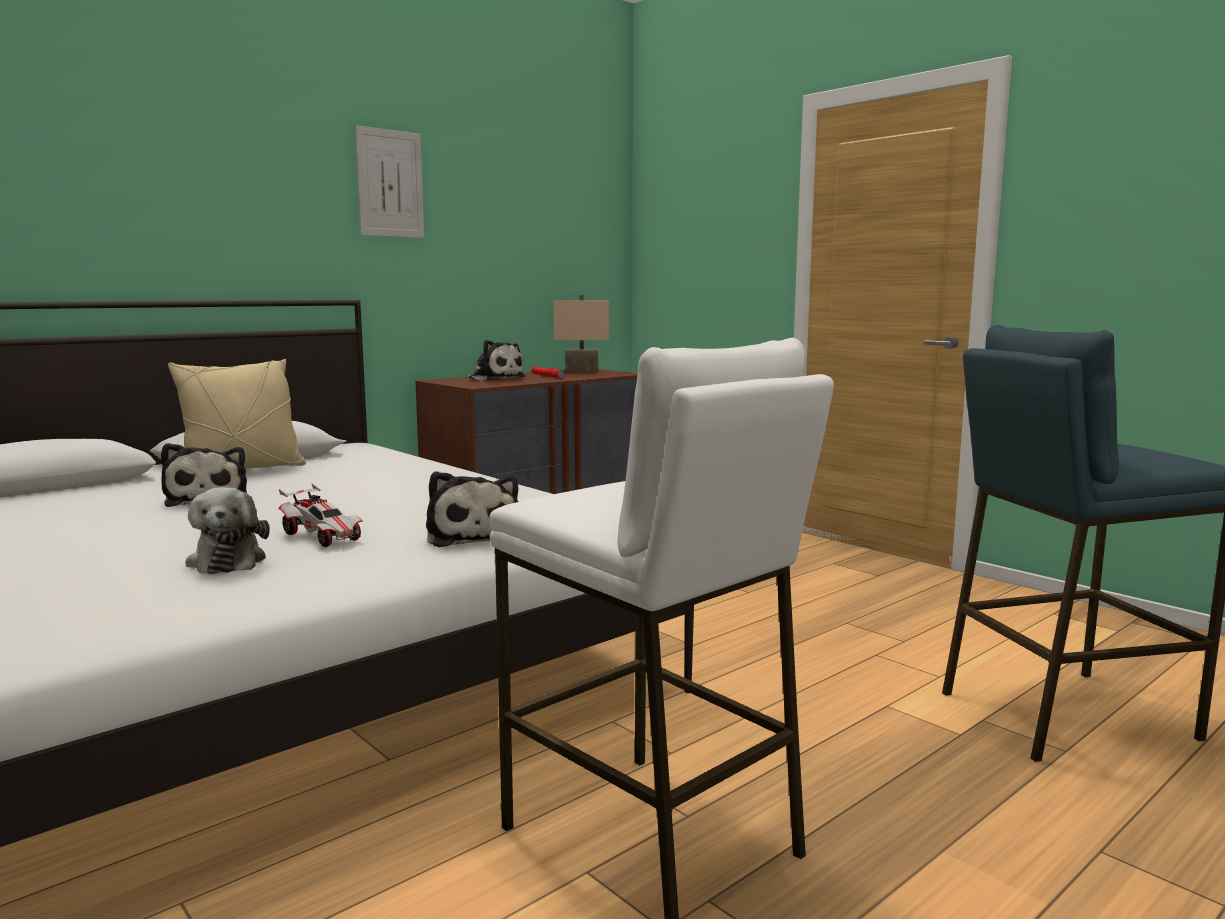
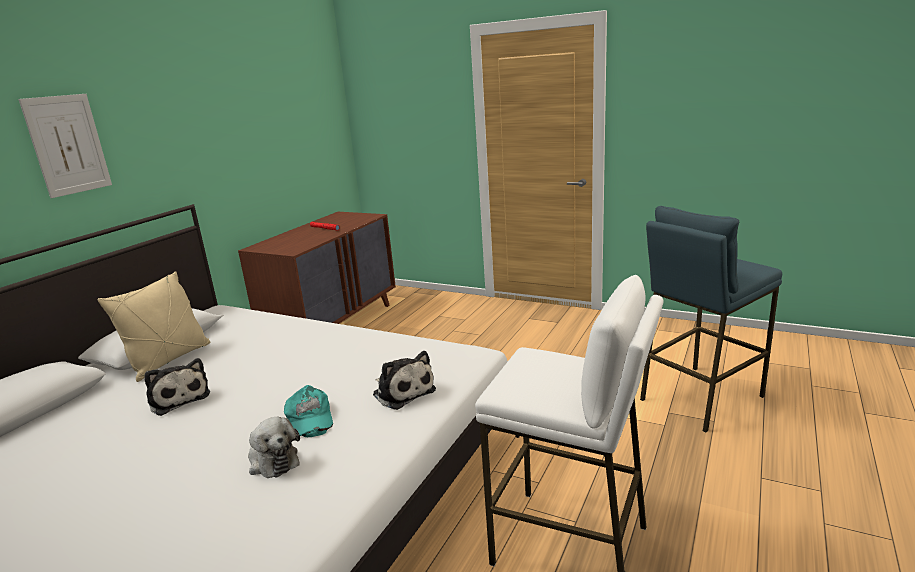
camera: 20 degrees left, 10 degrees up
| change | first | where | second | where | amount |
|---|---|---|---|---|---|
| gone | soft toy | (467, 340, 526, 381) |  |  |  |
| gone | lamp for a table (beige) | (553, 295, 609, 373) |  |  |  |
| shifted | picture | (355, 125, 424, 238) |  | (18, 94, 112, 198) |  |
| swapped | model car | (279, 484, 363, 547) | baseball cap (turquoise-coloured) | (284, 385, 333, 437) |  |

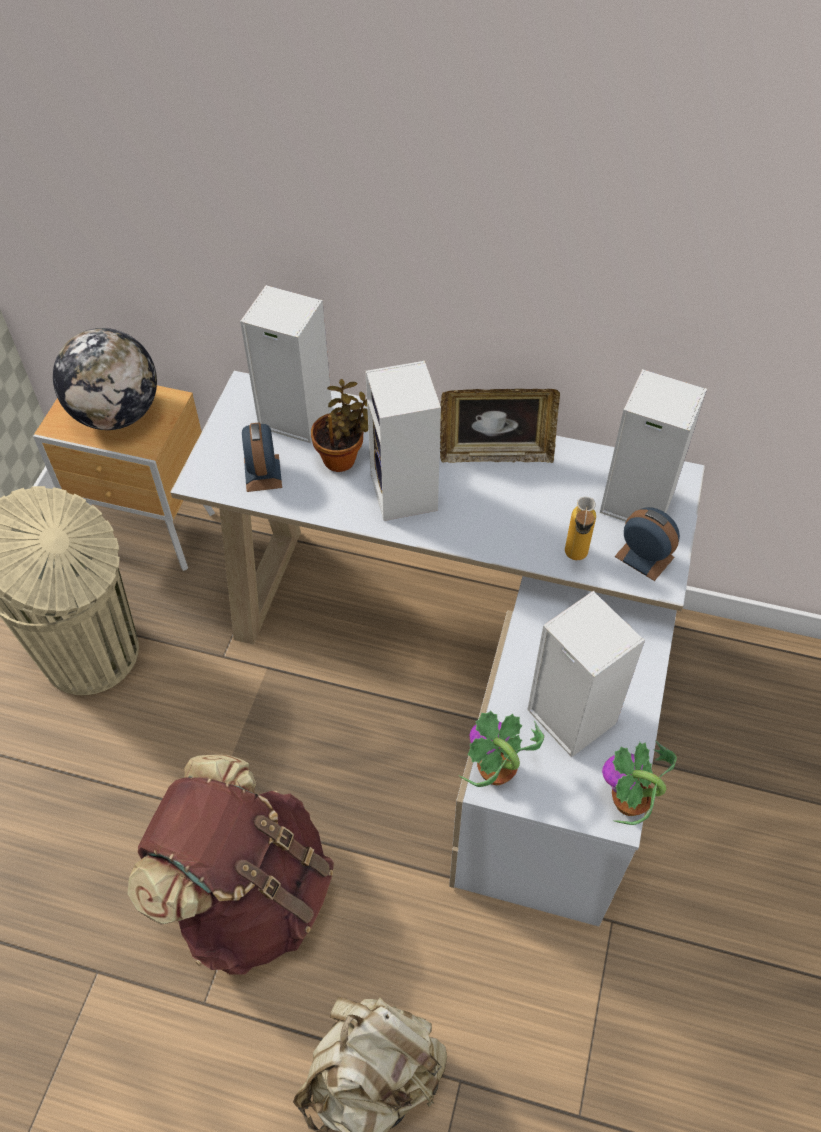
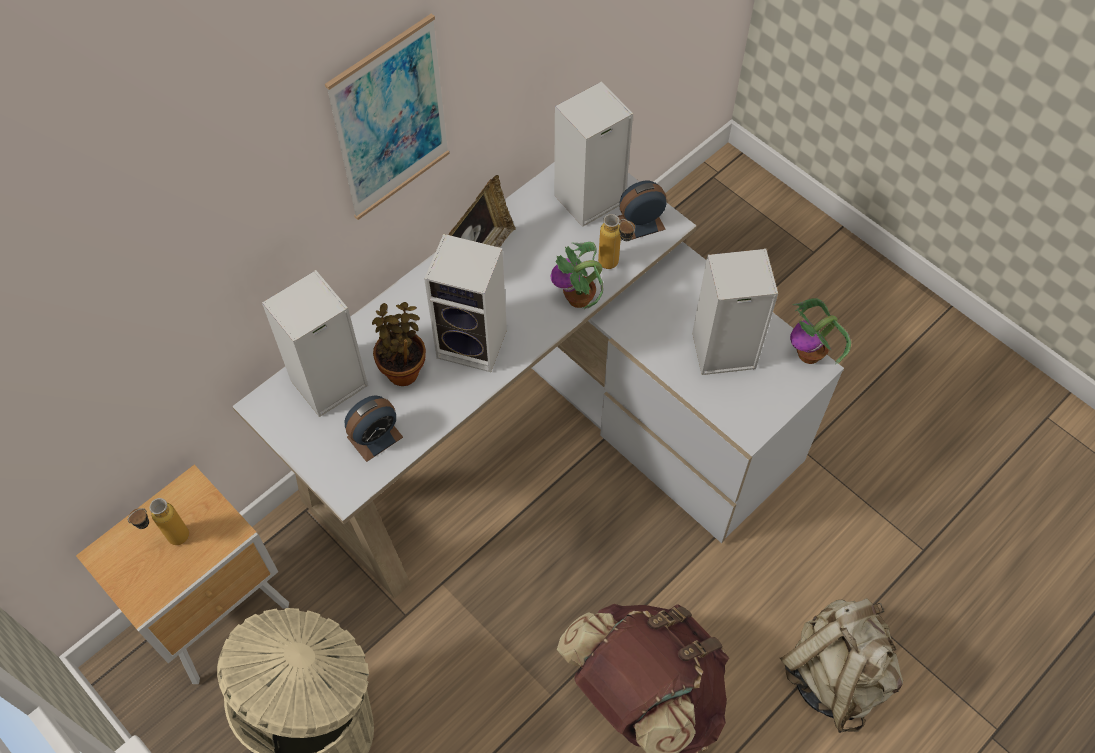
camera: 60 degrees left, 5 degrees up
| change | first | where | second | where | amount |
|---|---|---|---|---|---|
| new |  |  | picture | (325, 14, 449, 220) |  |
| shifted | potted plant | (459, 710, 544, 787) |  | (550, 242, 603, 309) |  |
| swapped | world globe | (53, 328, 157, 430) | bottle | (128, 498, 189, 545) |  |
| rotated | bedside clock | (242, 422, 282, 492) |  | (345, 395, 403, 462) | 60 degrees counterclockwise |

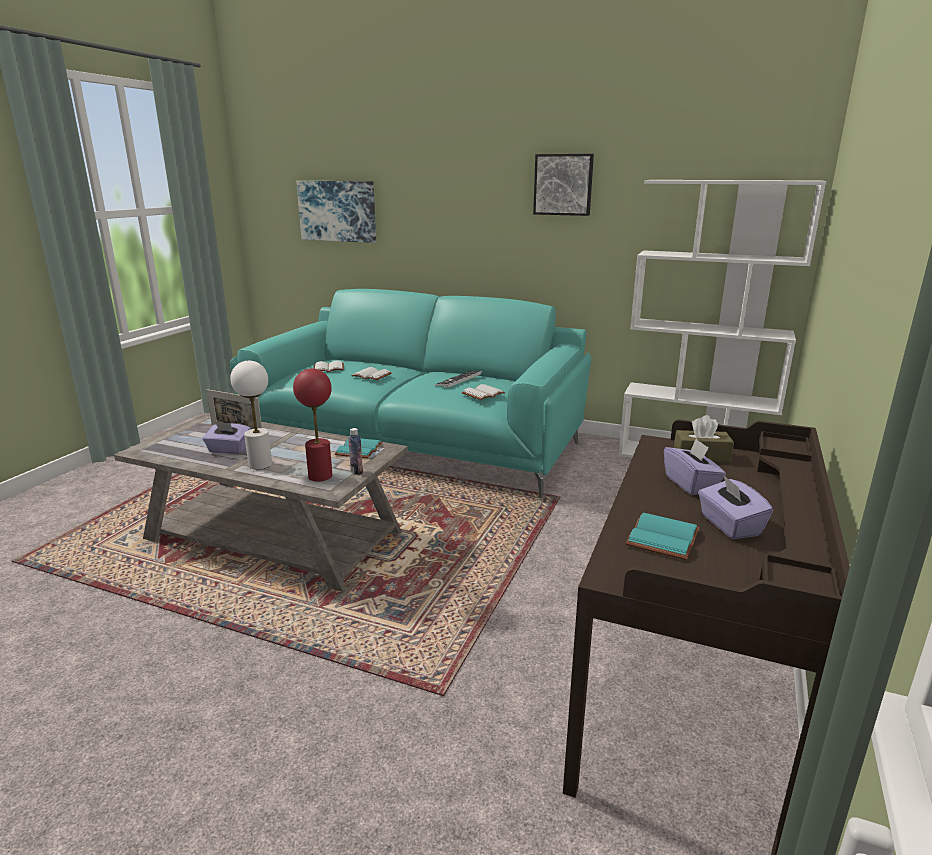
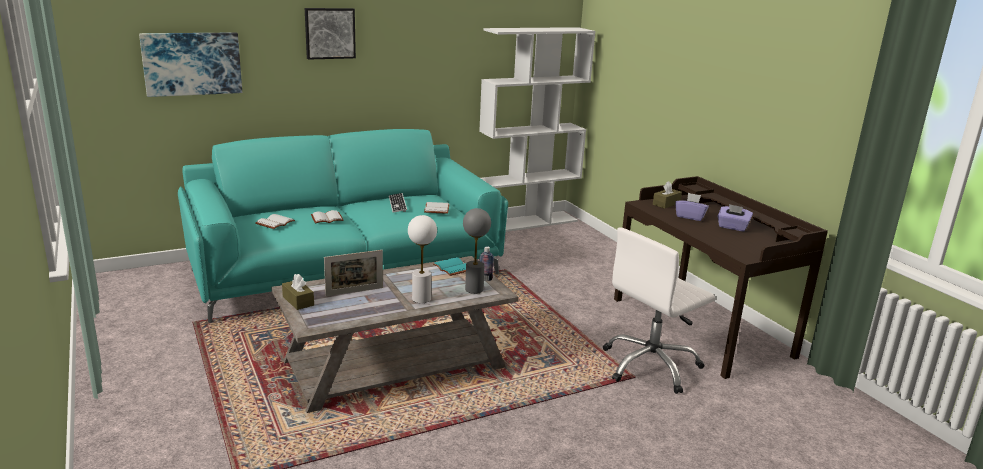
camera: 50 degrees left, 0 degrees up
| change | first | where | second | where | amount |
|---|---|---|---|---|---|
| gone | tissue box (purple) | (203, 422, 251, 454) |  |  |  |
| gone | bound book (turquoise-coloured) | (625, 512, 700, 560) |  |  |  |
| new |  |  | tissue box (brownish) | (282, 274, 314, 310) |  |
| new |  |  | office chair (white-coloured) | (603, 227, 715, 394) |  |
| shifted | picture | (533, 154, 594, 216) |  | (305, 8, 356, 60) |  |
| repainted | lamp for a table (red) | (293, 369, 332, 481) | lamp for a table (greyish) | (463, 208, 491, 294) |  |

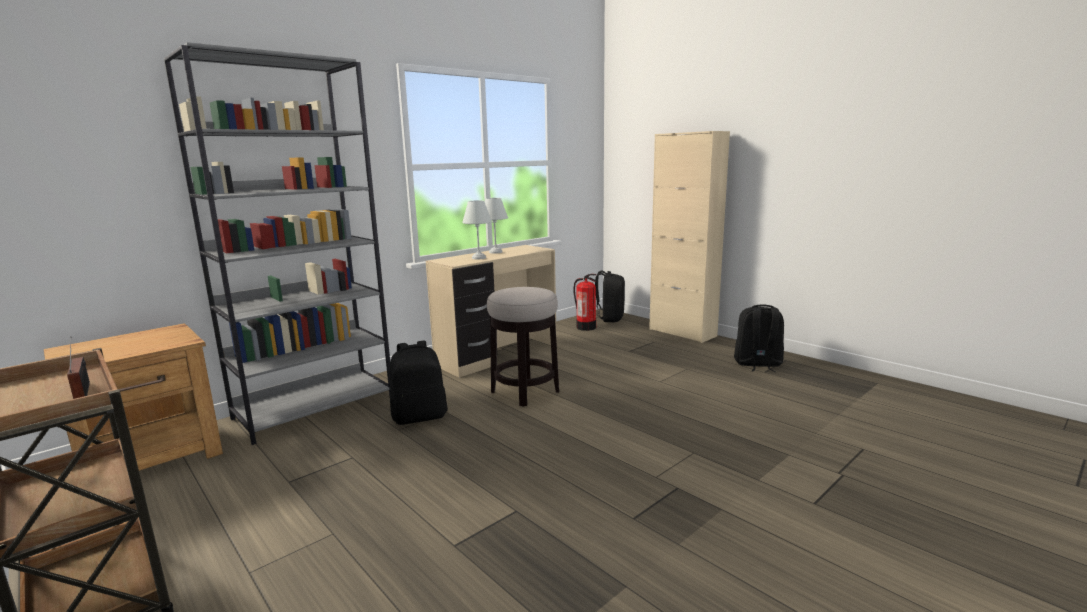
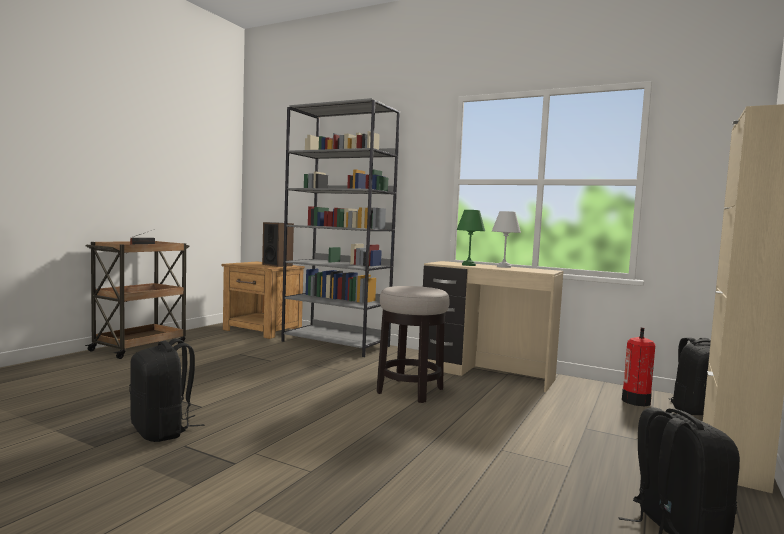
camera: 70 degrees right, 10 degrees down
| change | first | where | second | where | amount |
|---|---|---|---|---|---|
| new |  |  | speaker | (262, 222, 294, 267) |  |
| shifted | knapsack (blackish) | (390, 341, 448, 425) |  | (129, 338, 204, 442) |  |
| repainted | lamp for a table (white-coloured) | (462, 200, 492, 259) | lamp for a table (green) | (457, 210, 485, 266) |  |

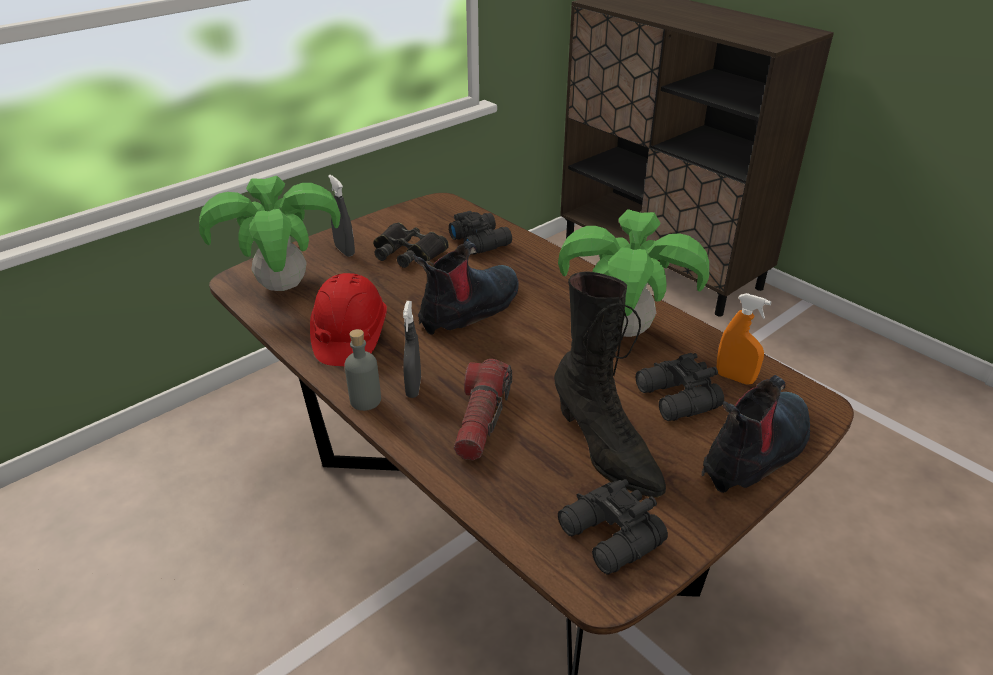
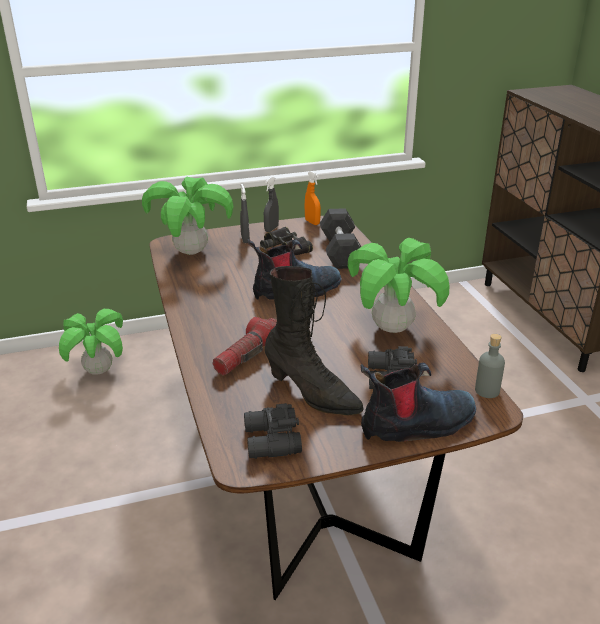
camera: 25 degrees right, 5 degrees down
| change | first | where | second | where | amount |
|---|---|---|---|---|---|
| gone | hard hat (red) | (310, 273, 387, 366) |  |  |  |
| new |  |  | potted plant | (59, 309, 123, 375) |  |
| shifted | bottle (greyish) | (344, 329, 381, 411) |  | (475, 334, 505, 398) |  |
| shifted | hand sprayer (greyish) | (403, 301, 421, 398) |  | (264, 177, 279, 232) |  |
| shifted | hand sprayer (orange-coloured) | (717, 293, 772, 384) |  | (305, 171, 321, 225) |  |
| swapped | binoculars (blackish) | (449, 211, 512, 255) | free weight (blackish) | (320, 208, 361, 269) |  |
| rotated | high-top boot (blackish) | (554, 272, 666, 498) |  | (265, 266, 364, 415) | 45 degrees counterclockwise |

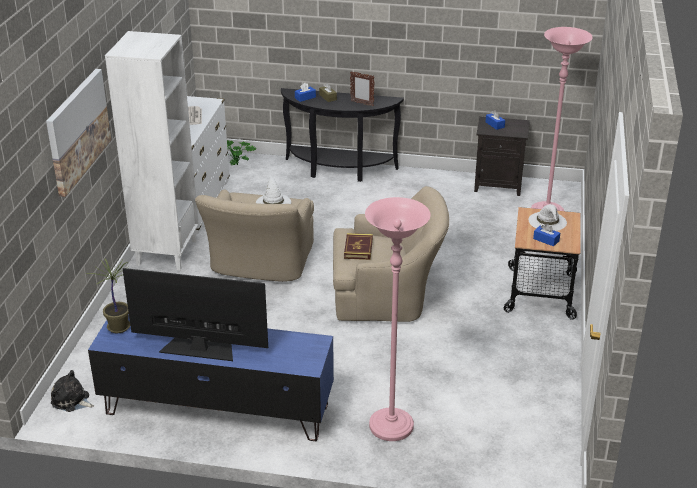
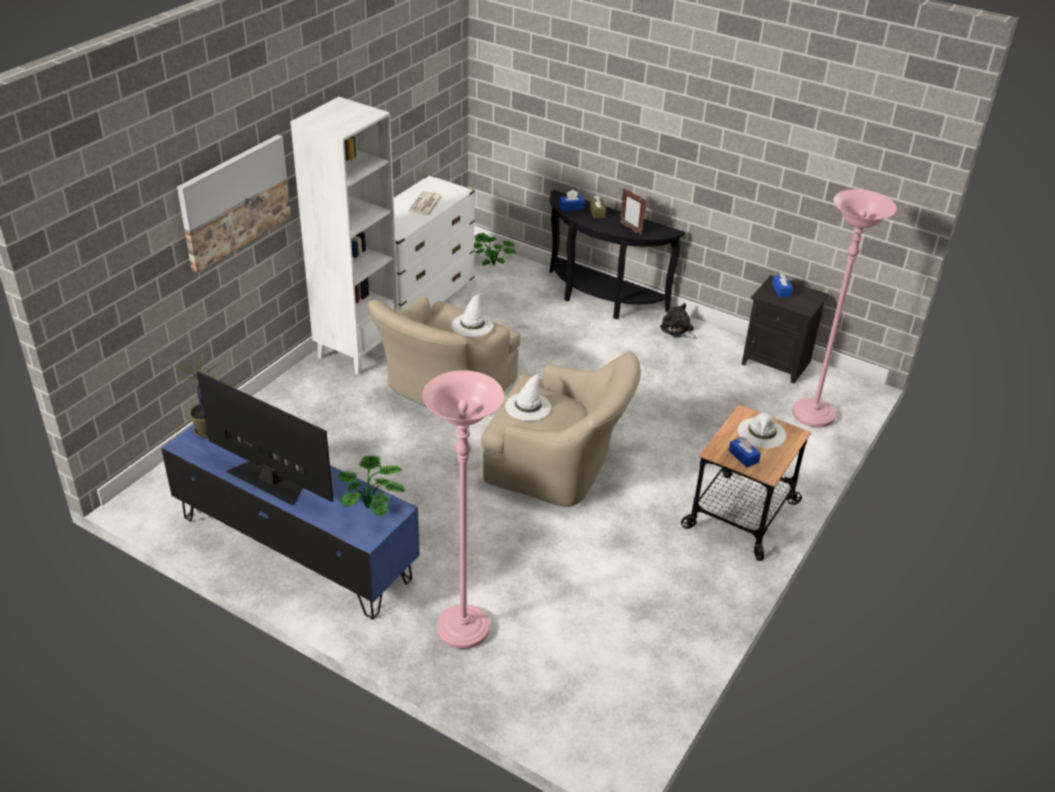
camera: 20 degrees right, 5 degrees up
| change | first | where | second | where | amount |
|---|---|---|---|---|---|
| new |  |  | potted plant | (337, 455, 405, 517) |  |
| shifted | soft toy | (51, 370, 94, 412) |  | (660, 303, 697, 339) |  |
| swapped | bound book | (344, 233, 373, 260) | hat (white-coloured) | (505, 372, 551, 421) |  |

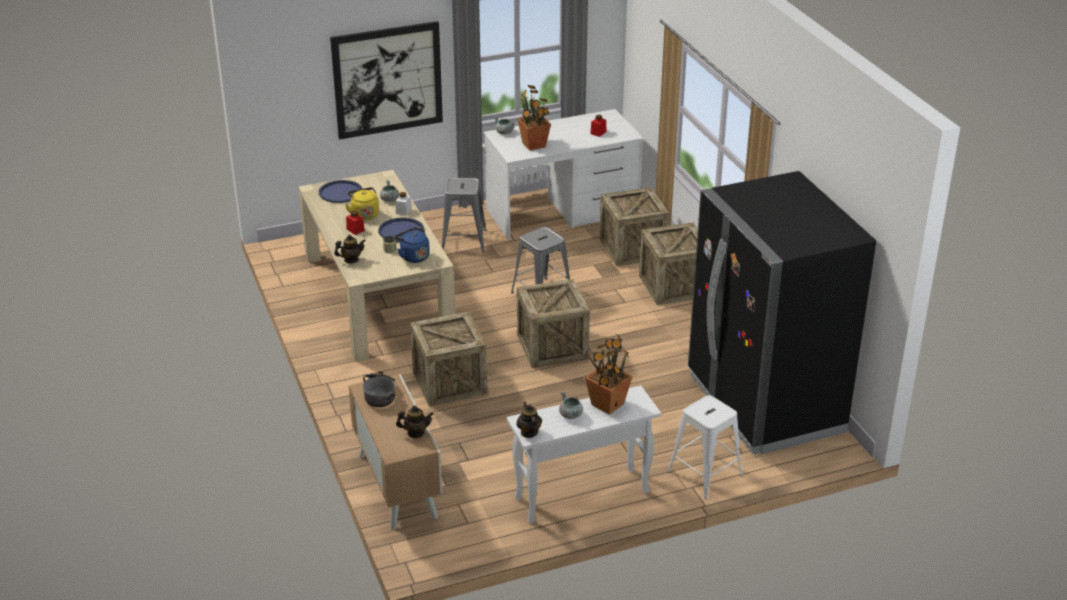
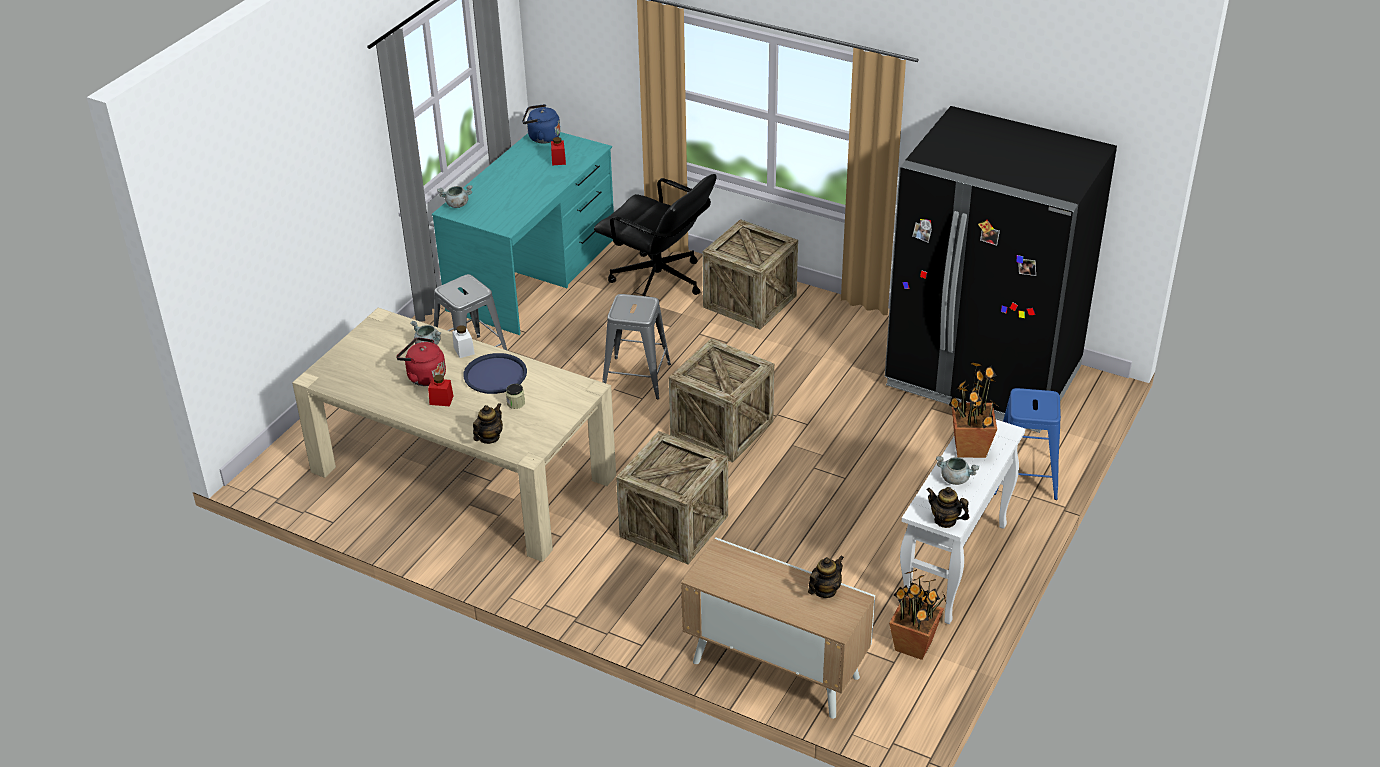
camera: 40 degrees left, 5 degrees up
| change | first | where | second | where | amount |
|---|---|---|---|---|---|
| gone | carrying tray (blue-coloured) | (318, 180, 363, 203) |  |  |  |
| gone | picture | (330, 21, 443, 139) |  |  |  |
| gone | cooking pot | (363, 371, 396, 407) |  |  |  |
| shifted | tea kettle (blue-coloured) | (394, 227, 430, 263) |  | (522, 104, 560, 143) |  |
| shifted | potted plant | (517, 85, 551, 151) |  | (889, 569, 946, 660) |  |
| swapped | shipping crate | (600, 187, 669, 266) | office chair (blackish) | (594, 174, 717, 296) |  |
| repainted | tea kettle (yellowish) | (345, 187, 379, 220) | tea kettle (red) | (396, 337, 446, 386) |  |
| repainted | desk unit (white-coloured) | (484, 109, 644, 240) | desk unit (turquoise-coloured) | (432, 132, 614, 335) |  |
| repainted | stool (white-coloured) | (667, 395, 742, 498) | stool (blue-coloured) | (994, 388, 1061, 500) |  |

